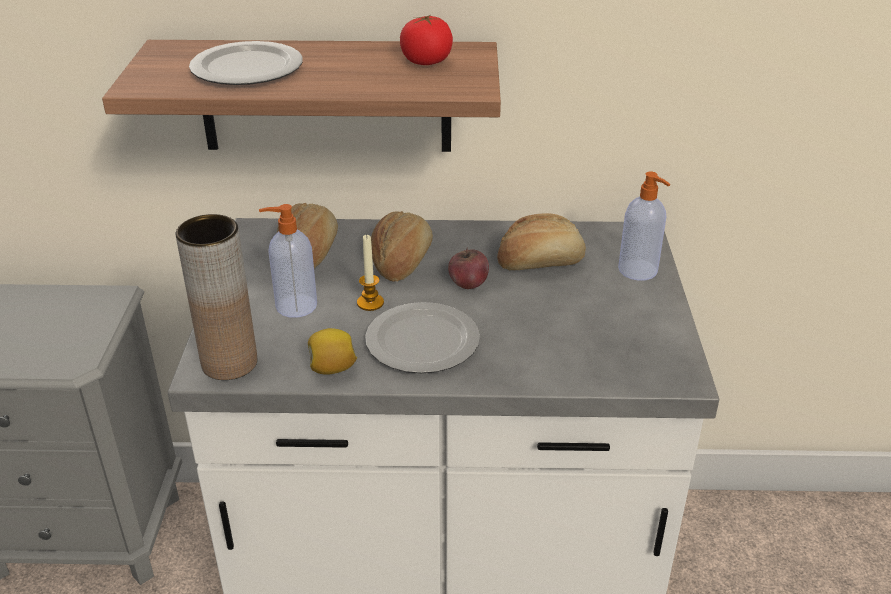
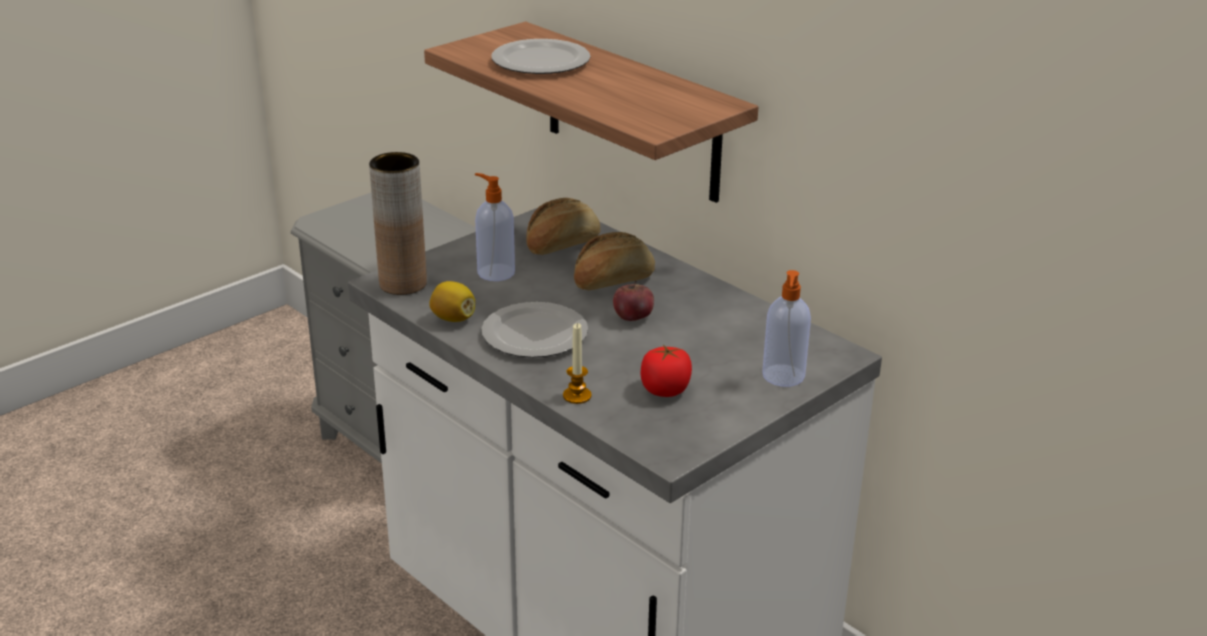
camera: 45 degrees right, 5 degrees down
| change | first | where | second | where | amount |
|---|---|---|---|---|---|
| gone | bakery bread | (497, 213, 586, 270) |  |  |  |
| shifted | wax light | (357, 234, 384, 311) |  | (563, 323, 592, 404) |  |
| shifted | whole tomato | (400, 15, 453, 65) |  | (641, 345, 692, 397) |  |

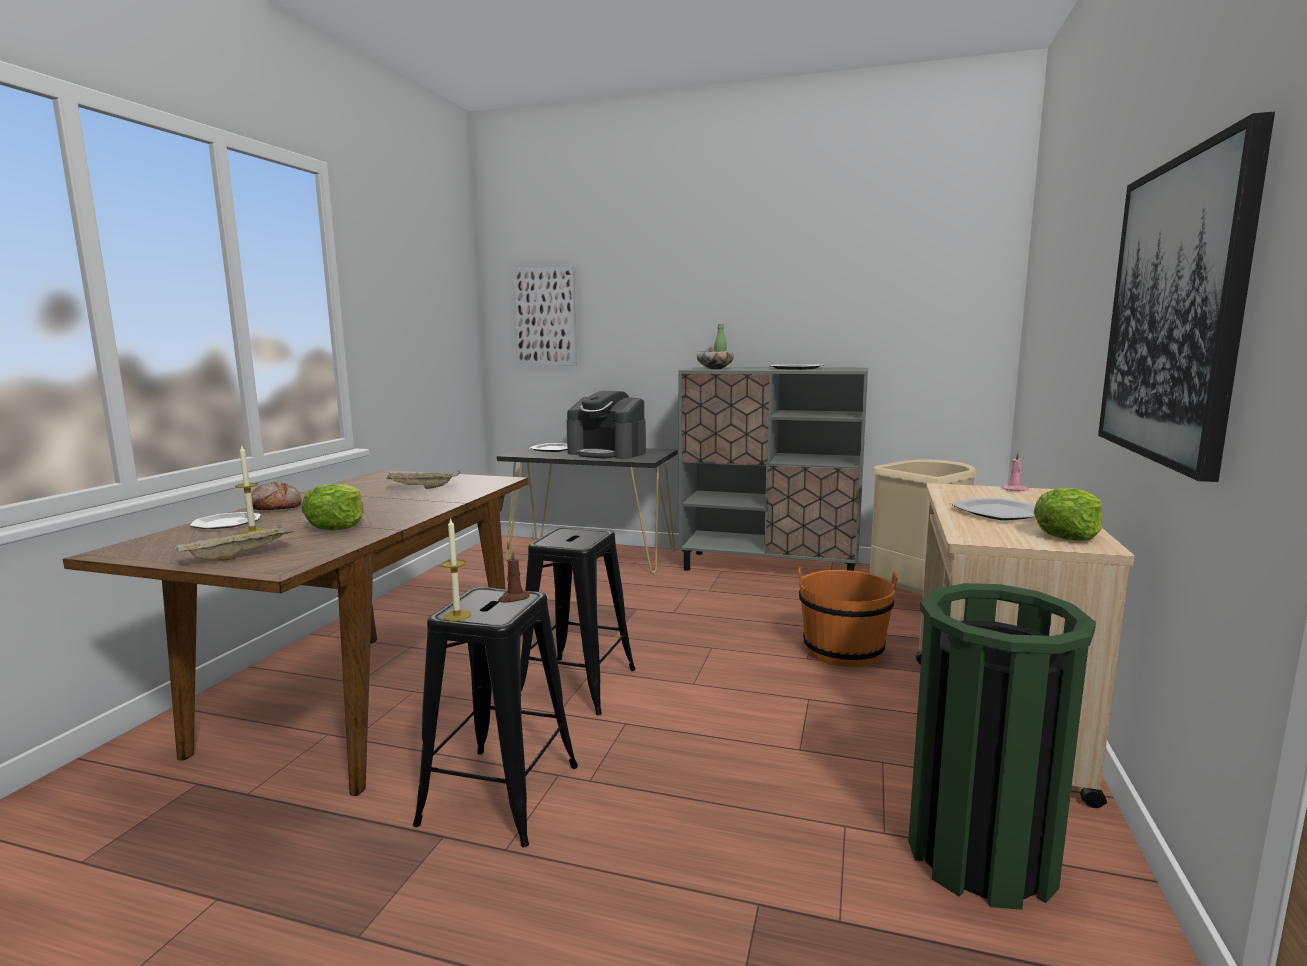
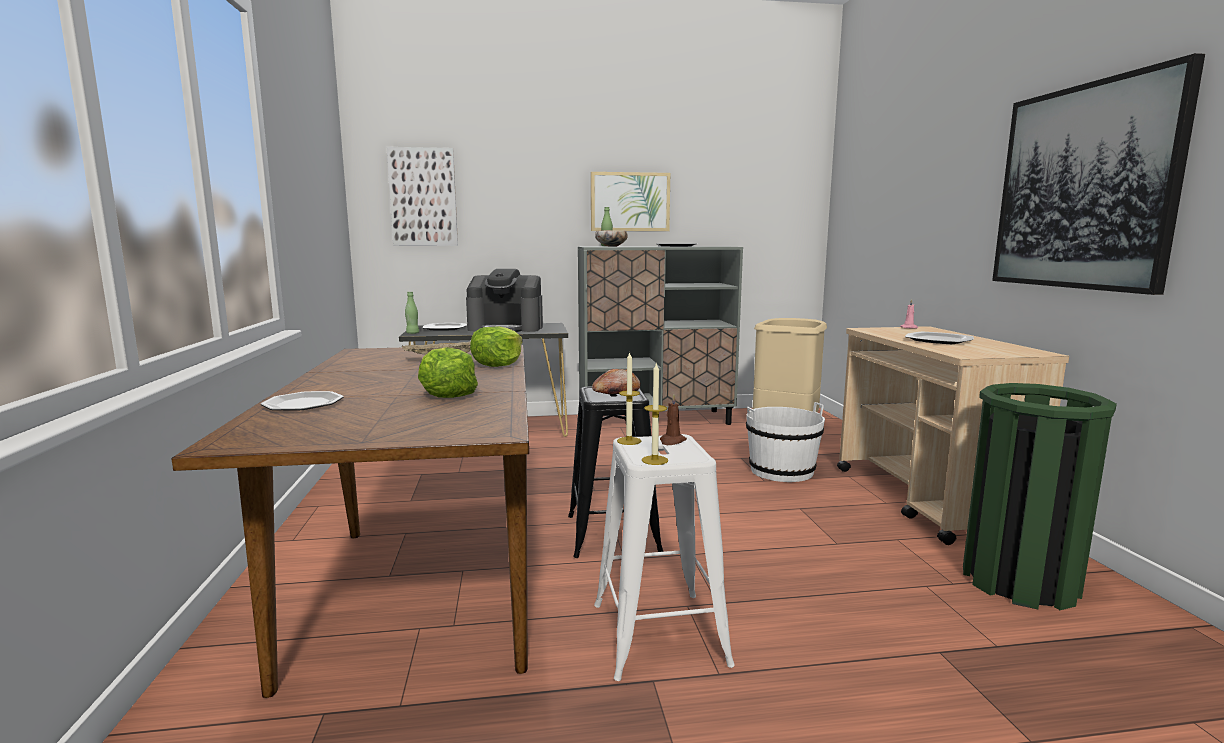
camera: 25 degrees left, 0 degrees up
| change | first | where | second | where | amount |
|---|---|---|---|---|---|
| gone | carrying tray (beige) | (174, 524, 294, 561) |  |  |  |
| new |  |  | bottle (green) | (405, 292, 419, 334) |  |
| new |  |  | picture | (591, 172, 670, 231) |  |
| shifted | wax light | (235, 446, 265, 534) |  | (617, 352, 641, 445) |  |
| shifted | bakery bread | (245, 482, 302, 510) |  | (592, 369, 641, 395) |  |
| shifted | head of lettuce | (1033, 488, 1102, 541) |  | (470, 326, 523, 367) |  |
| repainted | stool (blackish) | (413, 587, 578, 847) | stool (white-coloured) | (594, 434, 735, 681) |  |
| repainted | bucket (orange-coloured) | (798, 567, 898, 667) | bucket (white-coloured) | (746, 402, 825, 482) |  |

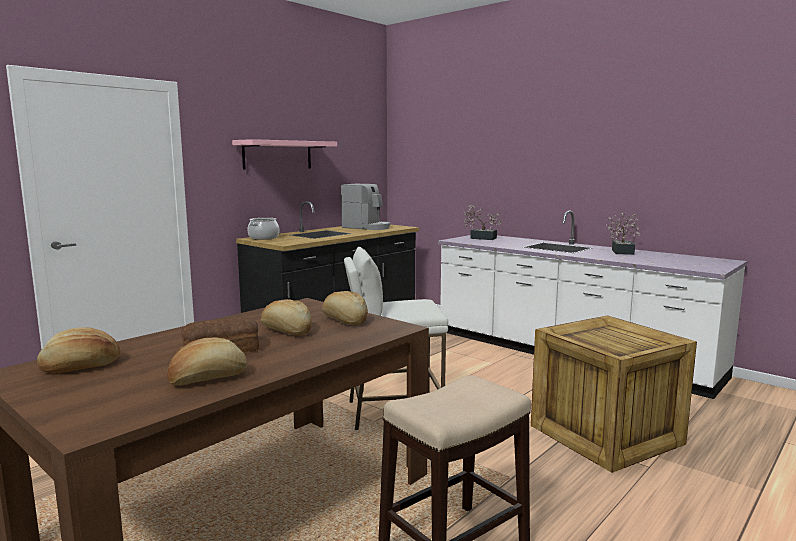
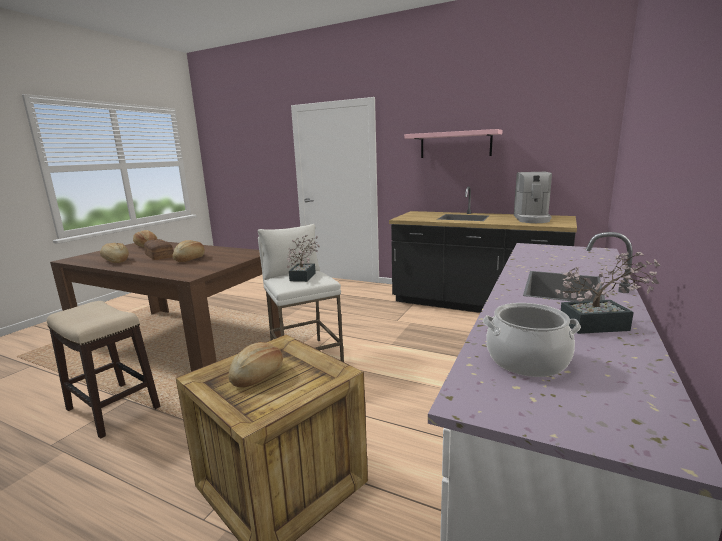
camera: 75 degrees right, 5 degrees up
| change | first | where | second | where | amount |
|---|---|---|---|---|---|
| shifted | cooking pot | (248, 218, 280, 240) |  | (483, 303, 581, 377) |  |
| shifted | bakery bread | (322, 291, 368, 325) |  | (228, 342, 283, 388) |  |
| shifted | potted plant | (463, 205, 502, 240) |  | (287, 234, 320, 282) |  |

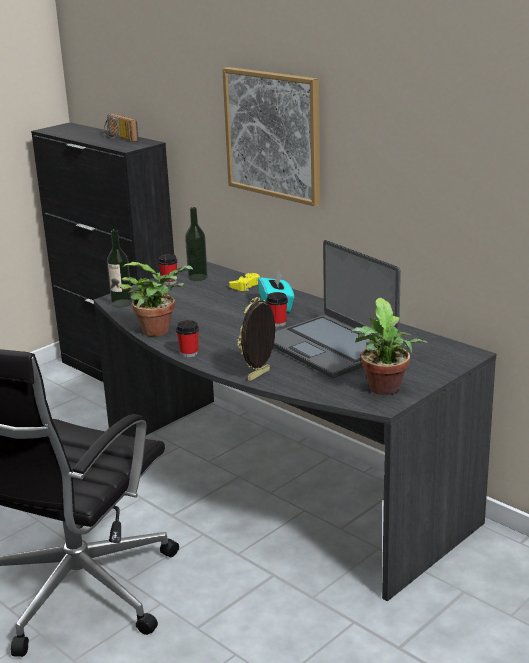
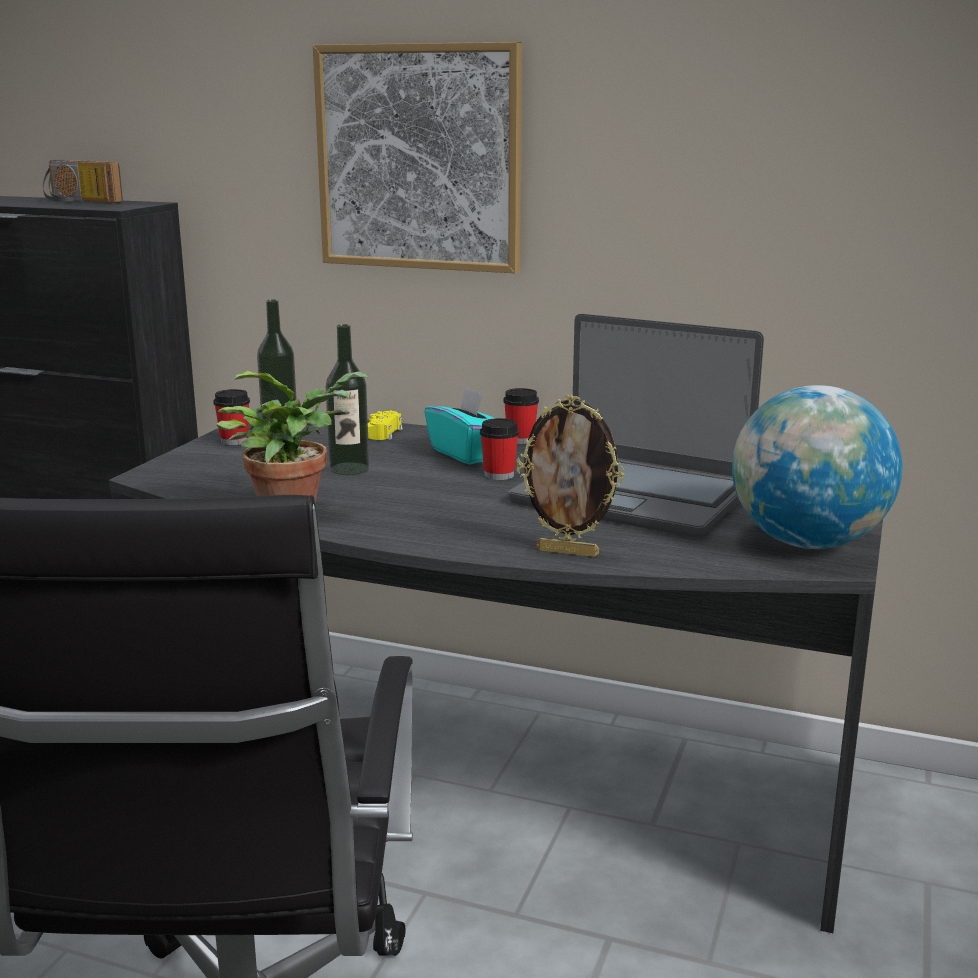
camera: 25 degrees left, 5 degrees down
| change | first | where | second | where | amount |
|---|---|---|---|---|---|
| shifted | bottle | (107, 229, 132, 307) |  | (326, 324, 369, 475) |  |
| shifted | small cup | (176, 320, 199, 357) |  | (503, 388, 539, 444) |  |
| swapped | potted plant | (351, 298, 428, 395) | world globe | (732, 385, 902, 549) |  |
| rotated | picture frame | (237, 297, 275, 381) |  | (516, 395, 624, 557) | 90 degrees counterclockwise |

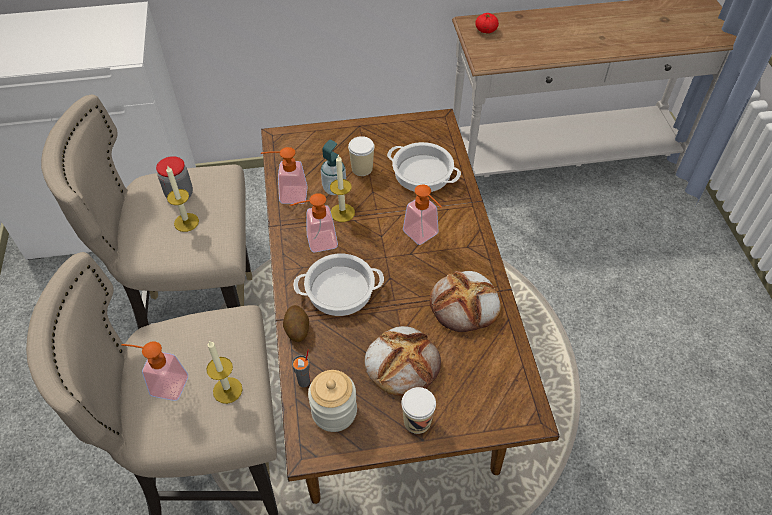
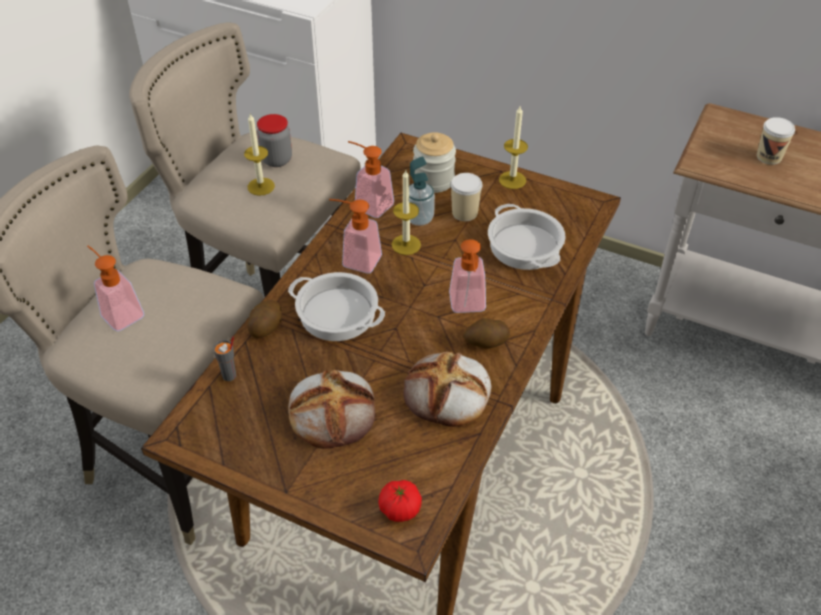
camera: 35 degrees right, 5 degrees down
| change | first | where | second | where | amount |
|---|---|---|---|---|---|
| new |  |  | whole potato | (463, 318, 510, 348) |  |
| shifted | wax light | (206, 340, 242, 404) |  | (499, 106, 528, 189) |  |
| shifted | storage jar | (308, 370, 357, 432) |  | (413, 132, 456, 193) |  |
| shifted | small cup | (401, 387, 436, 434) |  | (757, 117, 795, 165) |  |
| shifted | whole tomato | (475, 13, 499, 34) |  | (378, 480, 422, 522) |  |

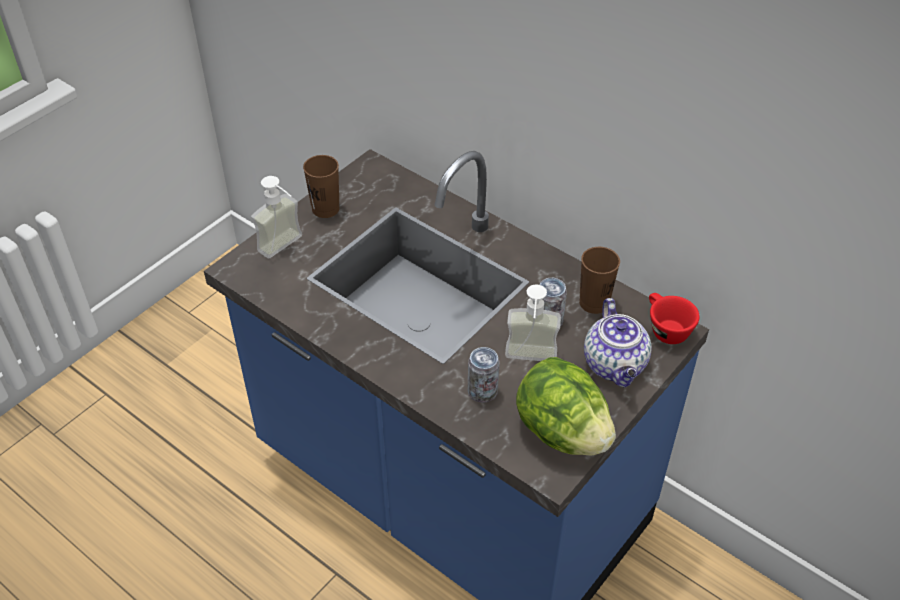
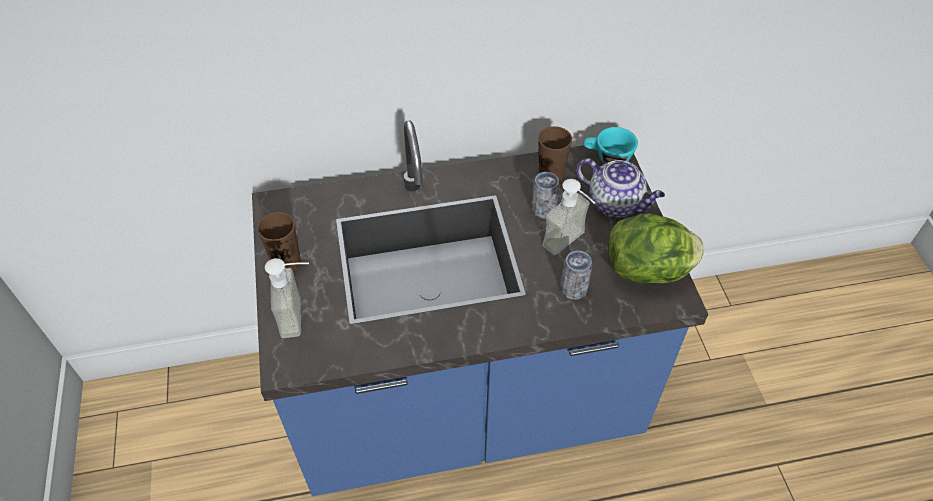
camera: 50 degrees left, 5 degrees up
| change | first | where | second | where | amount |
|---|---|---|---|---|---|
| repainted | small cup (red) | (649, 293, 700, 344) | small cup (turquoise-coloured) | (584, 127, 638, 164) |  |

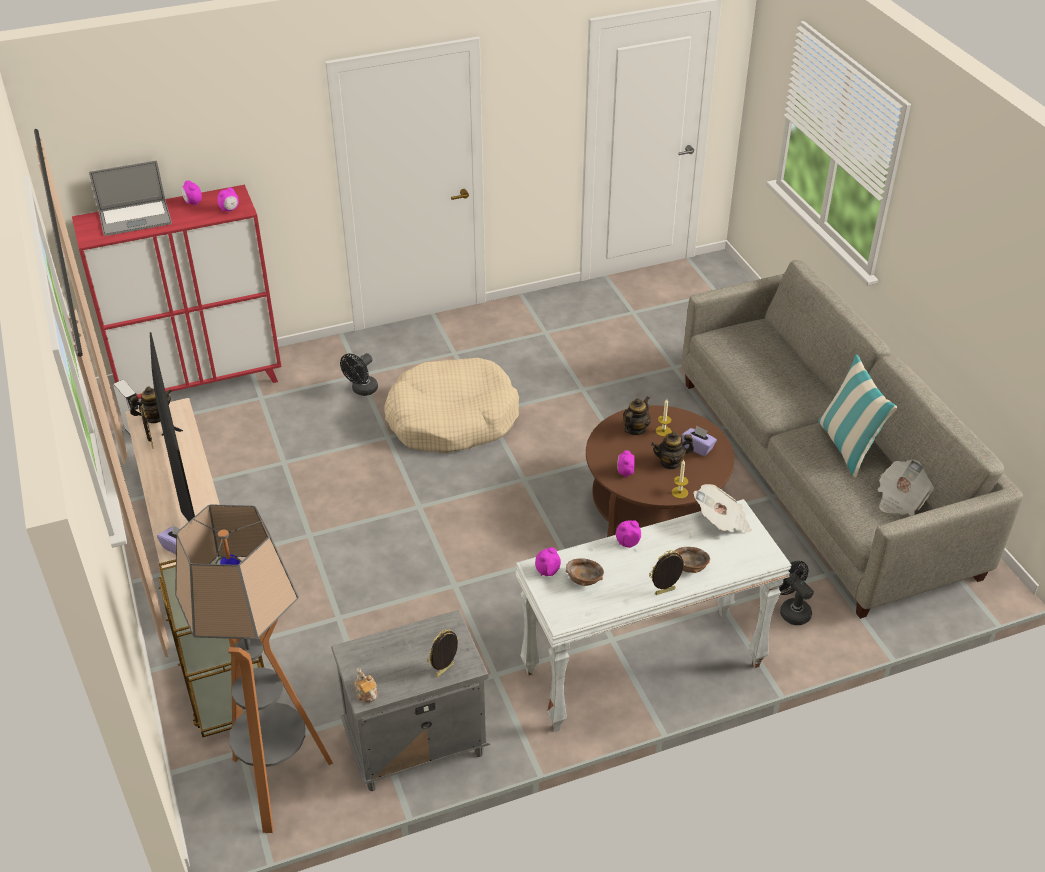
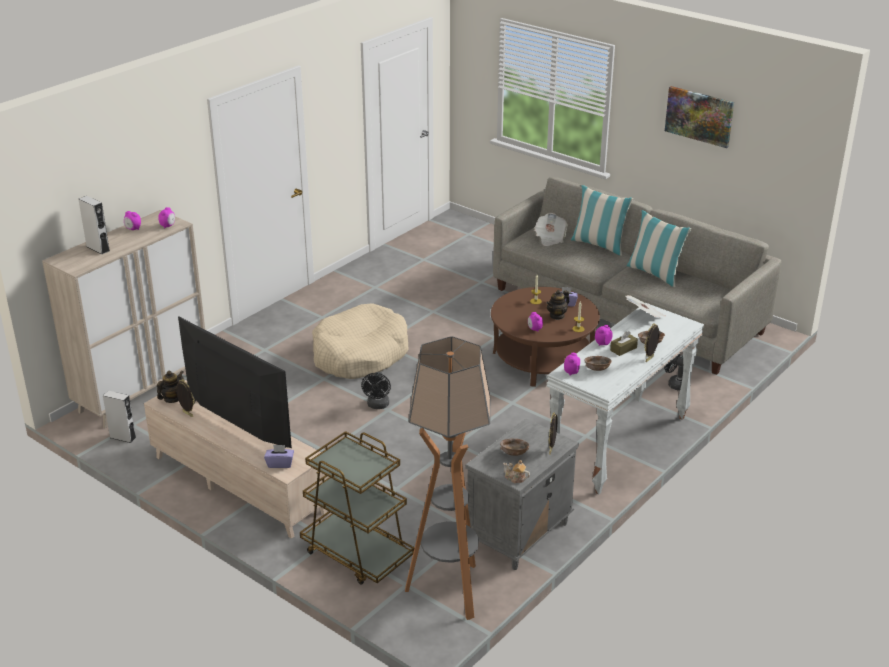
camera: 30 degrees left, 10 degrees down
| change | first | where | second | where | amount |
|---|---|---|---|---|---|
| gone | tea pot | (623, 396, 651, 435) |  |  |  |
| new |  |  | deep dish (brownish) | (500, 438, 529, 456) |  |
| new |  |  | cushion | (571, 185, 633, 256) |  |
| new |  |  | tissue box (brownish) | (610, 331, 638, 356) |  |
| new |  |  | picture | (665, 86, 734, 148) |  |
| shifted | cooling fan (blackish) | (340, 353, 378, 396) |  | (361, 372, 391, 409) |  |
| shifted | daily paper | (878, 460, 934, 516) |  | (534, 213, 568, 246) |  |
| swapped | laptop | (89, 160, 172, 236) | speaker (greyish) | (78, 196, 110, 255) |  |
| repainted | cupboard (red) | (72, 185, 282, 400) | cupboard (beige) | (42, 210, 205, 428) |  |

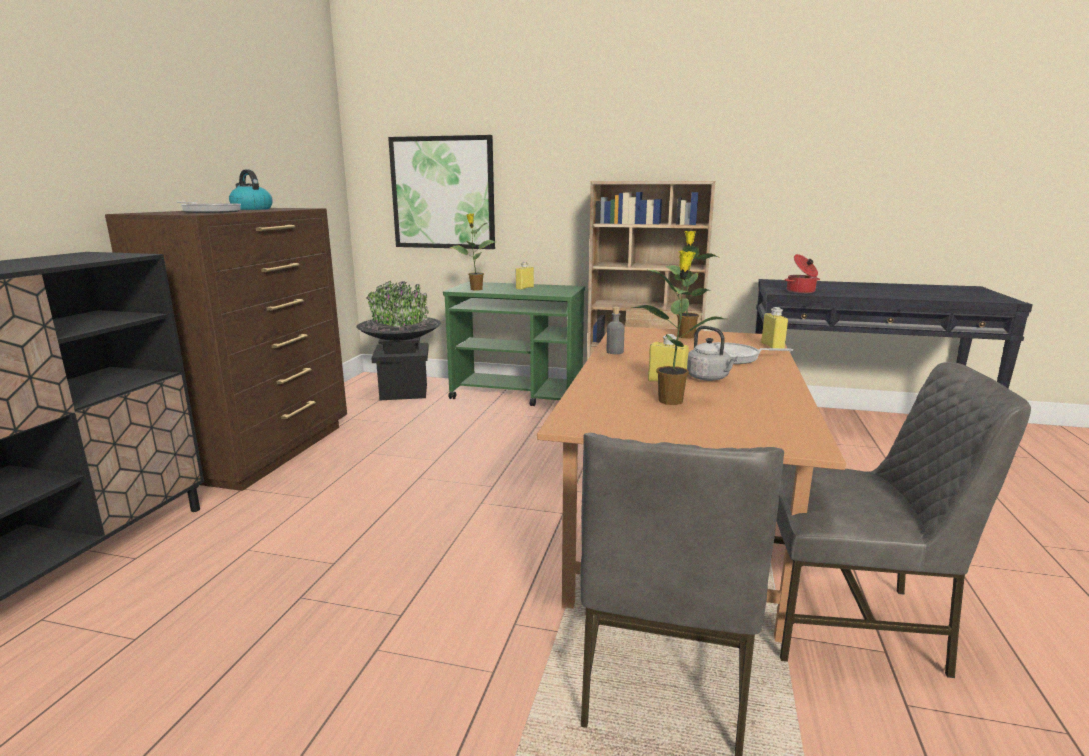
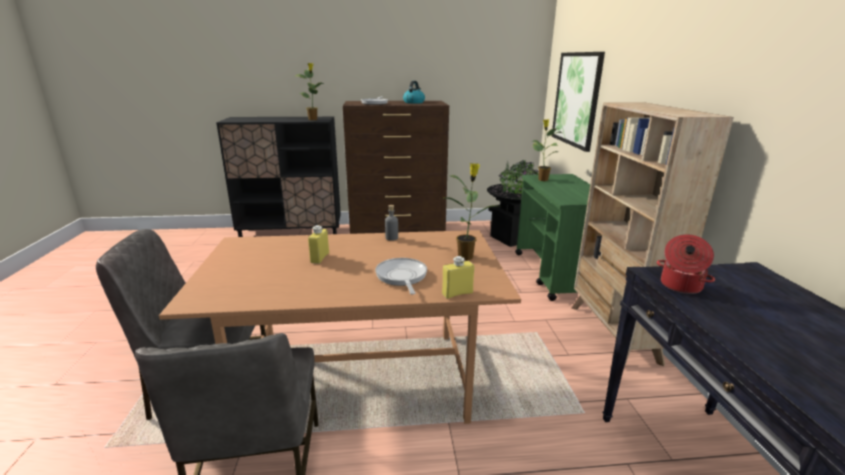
camera: 70 degrees right, 5 degrees up
| change | first | where | second | where | amount |
|---|---|---|---|---|---|
| gone | bottle (yellowish) | (516, 262, 534, 290) |  |  |  |
| gone | tea kettle (greyish) | (687, 326, 739, 381) |  |  |  |
| shifted | potted plant | (631, 251, 725, 405) |  | (296, 63, 324, 120) |  |

